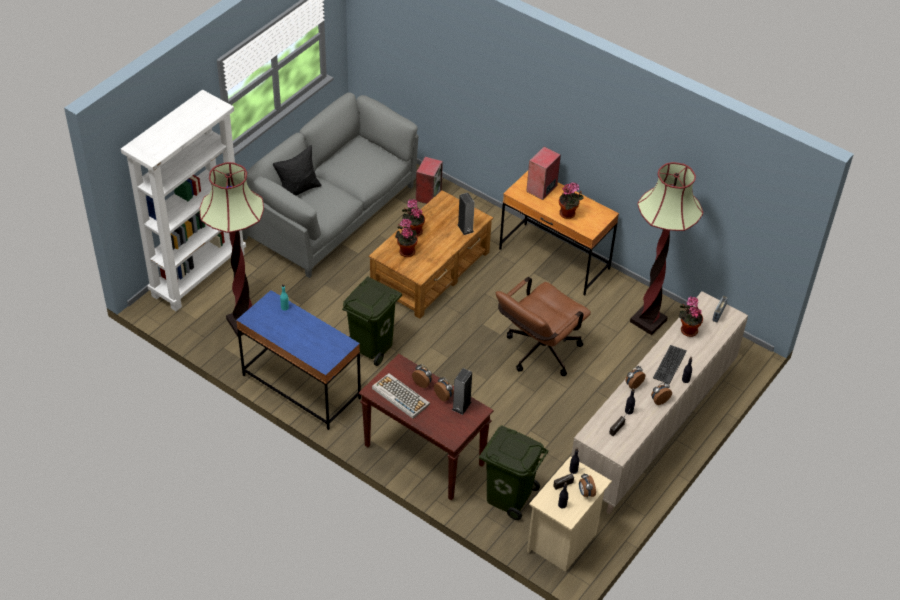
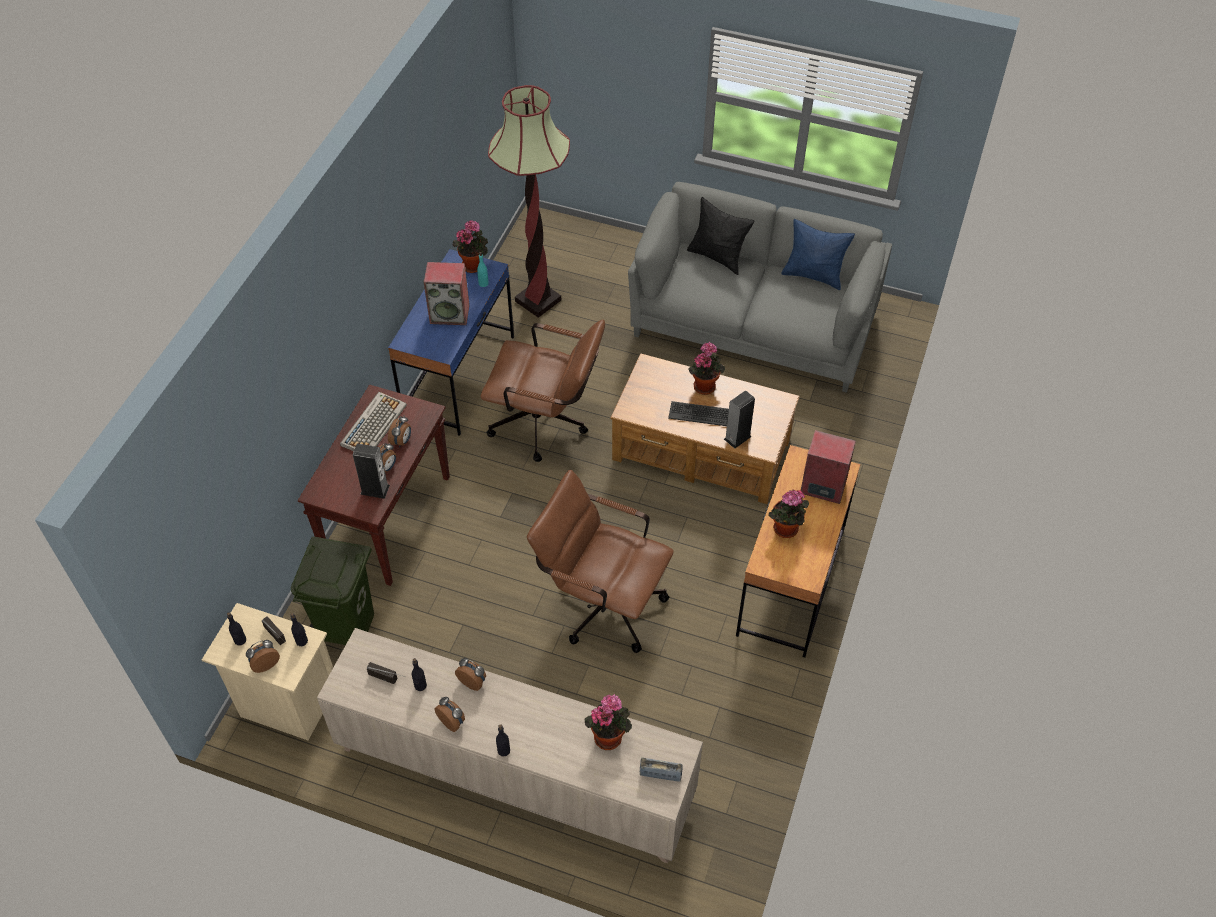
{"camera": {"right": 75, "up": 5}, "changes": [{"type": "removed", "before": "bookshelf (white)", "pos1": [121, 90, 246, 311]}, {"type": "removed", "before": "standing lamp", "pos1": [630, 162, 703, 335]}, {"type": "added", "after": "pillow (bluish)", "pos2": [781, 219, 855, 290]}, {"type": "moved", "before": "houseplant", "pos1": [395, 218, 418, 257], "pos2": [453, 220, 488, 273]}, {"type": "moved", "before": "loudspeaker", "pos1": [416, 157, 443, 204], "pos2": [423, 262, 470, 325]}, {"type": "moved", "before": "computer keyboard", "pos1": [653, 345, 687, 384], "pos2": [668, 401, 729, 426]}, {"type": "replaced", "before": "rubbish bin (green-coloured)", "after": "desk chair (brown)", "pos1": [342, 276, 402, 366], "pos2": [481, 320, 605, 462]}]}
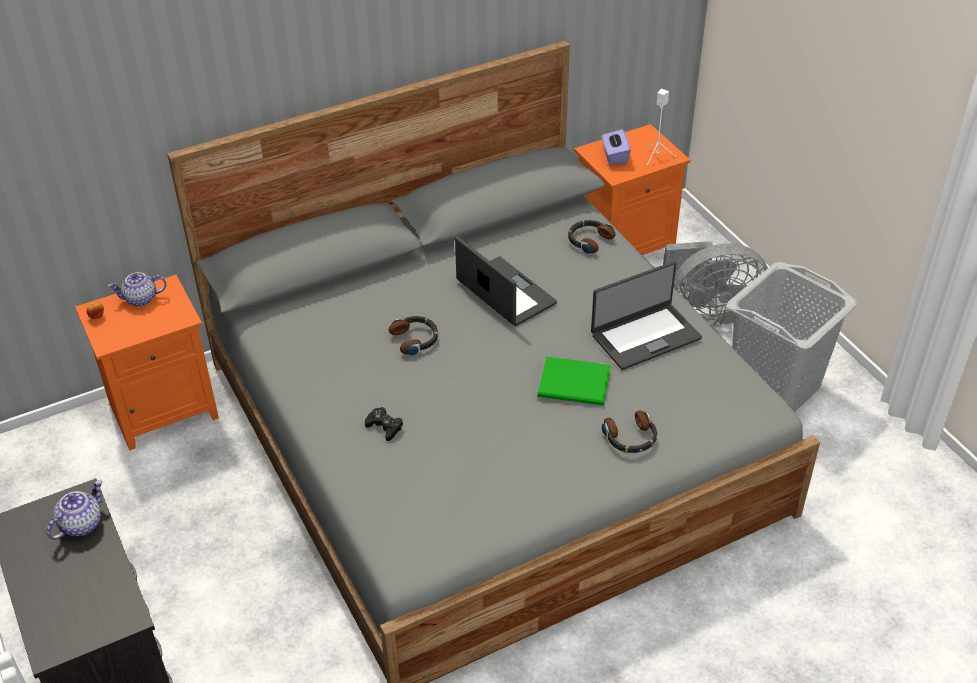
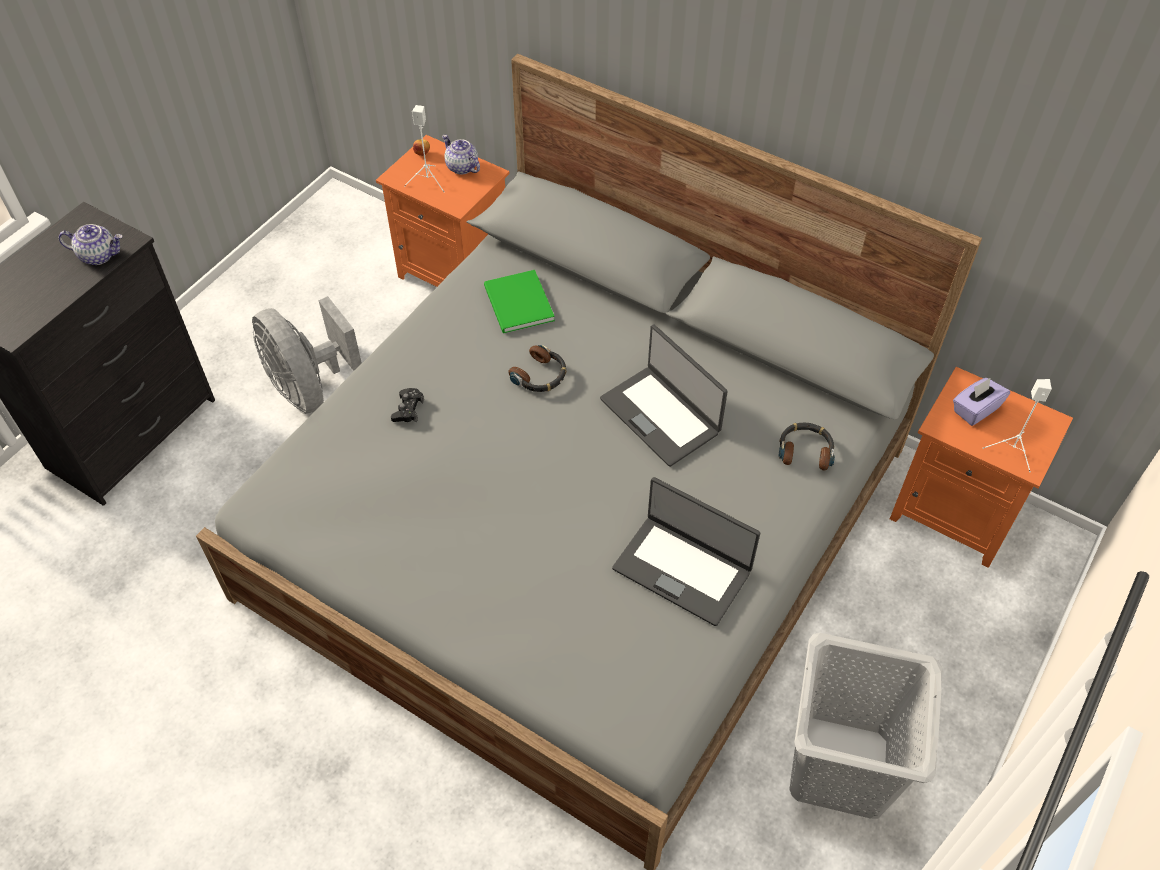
{"camera": {"right": 60, "up": 10}, "changes": [{"type": "removed", "before": "headphones", "pos1": [602, 411, 657, 453]}, {"type": "added", "after": "loudspeaker (white)", "pos2": [404, 105, 445, 192]}, {"type": "moved", "before": "volume (green-coloured)", "pos1": [538, 356, 611, 406], "pos2": [484, 270, 555, 333]}, {"type": "moved", "before": "fan (grey)", "pos1": [663, 241, 768, 326], "pos2": [252, 296, 362, 414]}, {"type": "turned", "before": "portable computer", "pos1": [455, 236, 557, 326], "pos2": [600, 325, 728, 467], "turn": 120}]}
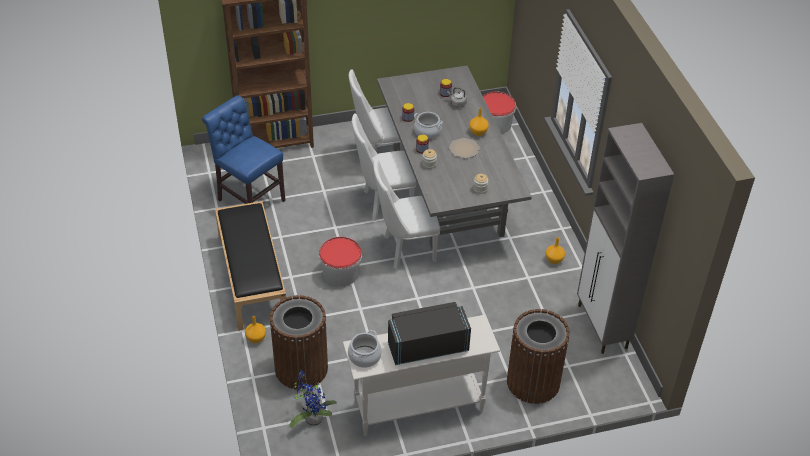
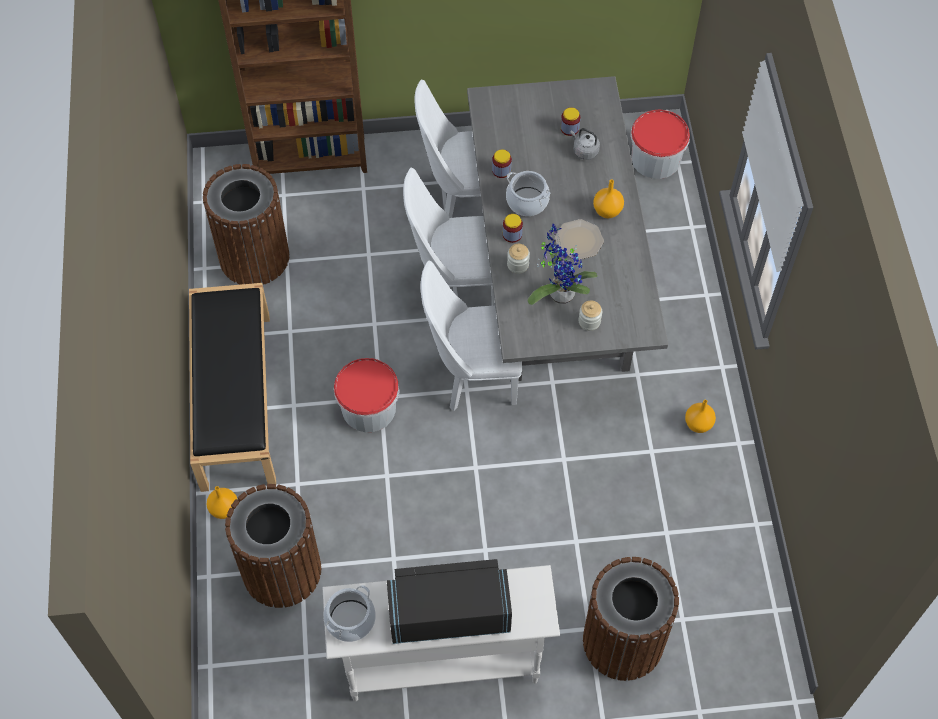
{"camera": {"right": 10, "up": 15}, "changes": [{"type": "removed", "before": "cupboard (grey)", "pos1": [577, 123, 674, 354]}, {"type": "moved", "before": "houseplant", "pos1": [289, 369, 337, 428], "pos2": [527, 224, 598, 305]}, {"type": "replaced", "before": "plain chair (bluish)", "after": "rubbish bin (brown)", "pos1": [202, 95, 286, 204], "pos2": [203, 164, 289, 285]}]}
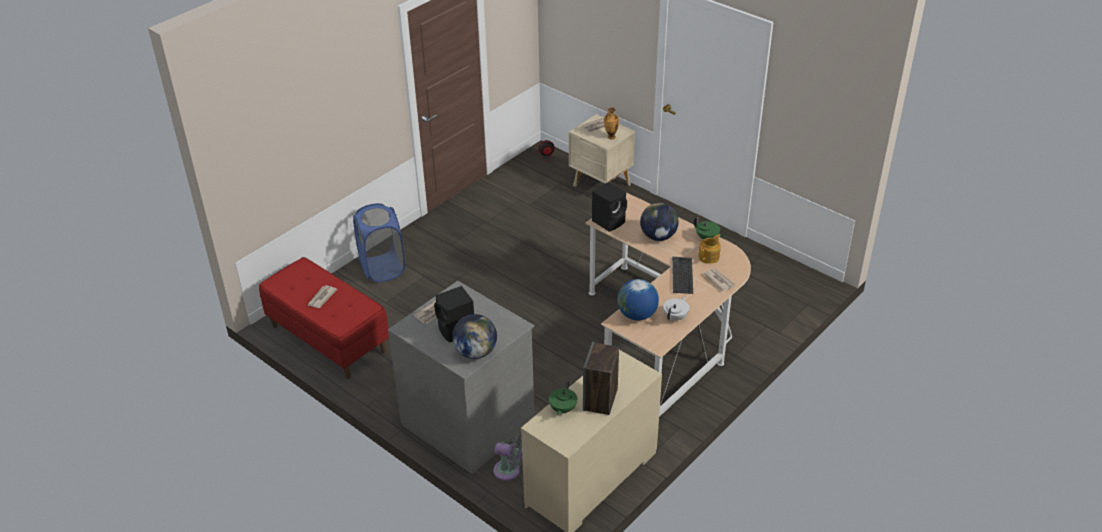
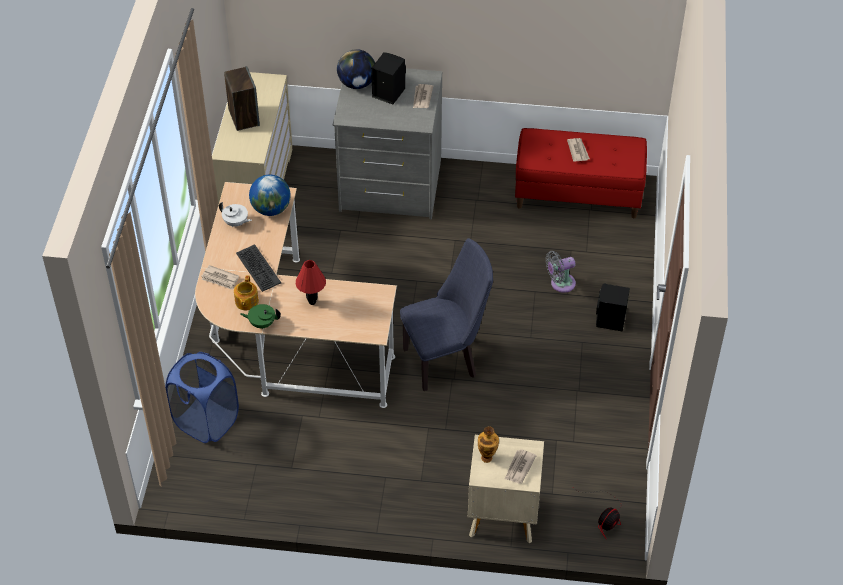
{"camera": {"right": 145, "up": 10}, "changes": [{"type": "removed", "before": "tea pot (green-coloured)", "pos1": [549, 380, 577, 415]}, {"type": "added", "after": "plain chair (bluish)", "pos2": [400, 238, 493, 391]}, {"type": "moved", "before": "hamper (bluish)", "pos1": [353, 203, 405, 282], "pos2": [165, 352, 239, 443]}, {"type": "moved", "before": "fan (grey)", "pos1": [494, 434, 522, 481], "pos2": [546, 251, 576, 293]}, {"type": "moved", "before": "loudspeaker (blackish)", "pos1": [592, 182, 627, 232], "pos2": [596, 283, 630, 332]}, {"type": "replaced", "before": "desk globe", "after": "tabletop lamp (red-coloured)", "pos1": [640, 203, 679, 241], "pos2": [296, 260, 326, 305]}, {"type": "turned", "before": "tea pot (white)", "pos1": [663, 296, 690, 321], "pos2": [219, 202, 252, 227], "turn": -60}]}
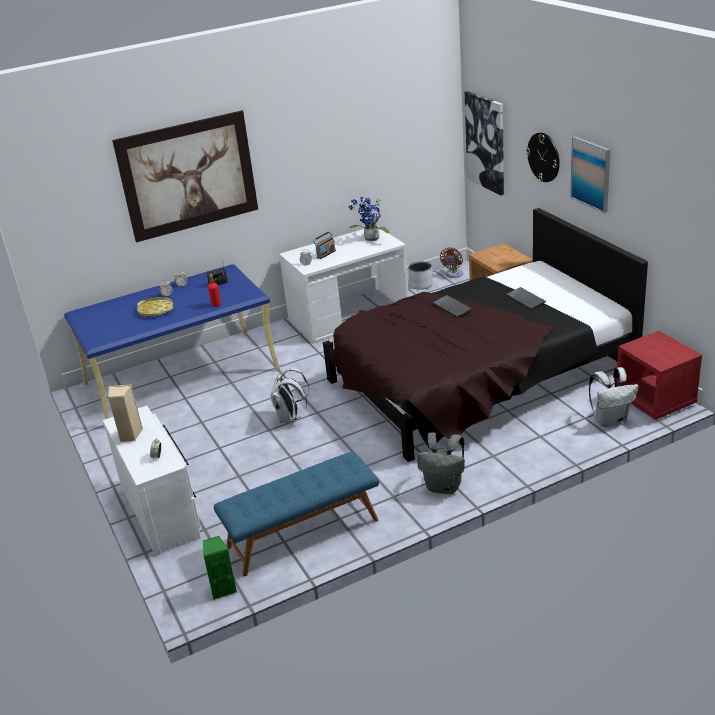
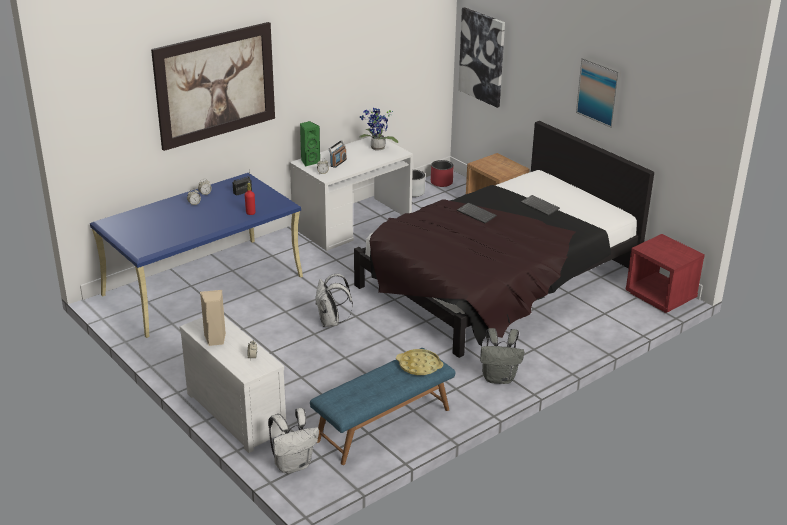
{"camera": {"right": -15, "up": 0}, "changes": [{"type": "removed", "before": "wall clock", "pos1": [526, 133, 559, 182]}, {"type": "moved", "before": "carrying tray (yellow)", "pos1": [137, 297, 173, 317], "pos2": [396, 349, 443, 375]}, {"type": "moved", "before": "loudspeaker (green-coloured)", "pos1": [203, 536, 237, 600], "pos2": [300, 121, 320, 166]}, {"type": "moved", "before": "knapsack (white)", "pos1": [589, 367, 639, 427], "pos2": [268, 408, 319, 474]}, {"type": "replaced", "before": "fan (brown)", "after": "plant pot (red-coloured)", "pos1": [440, 247, 463, 278], "pos2": [431, 160, 453, 187]}]}
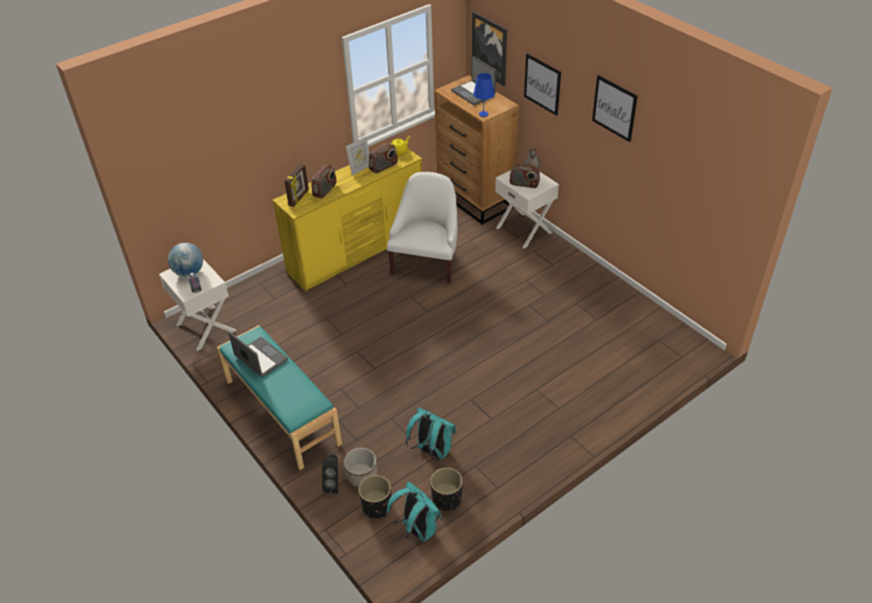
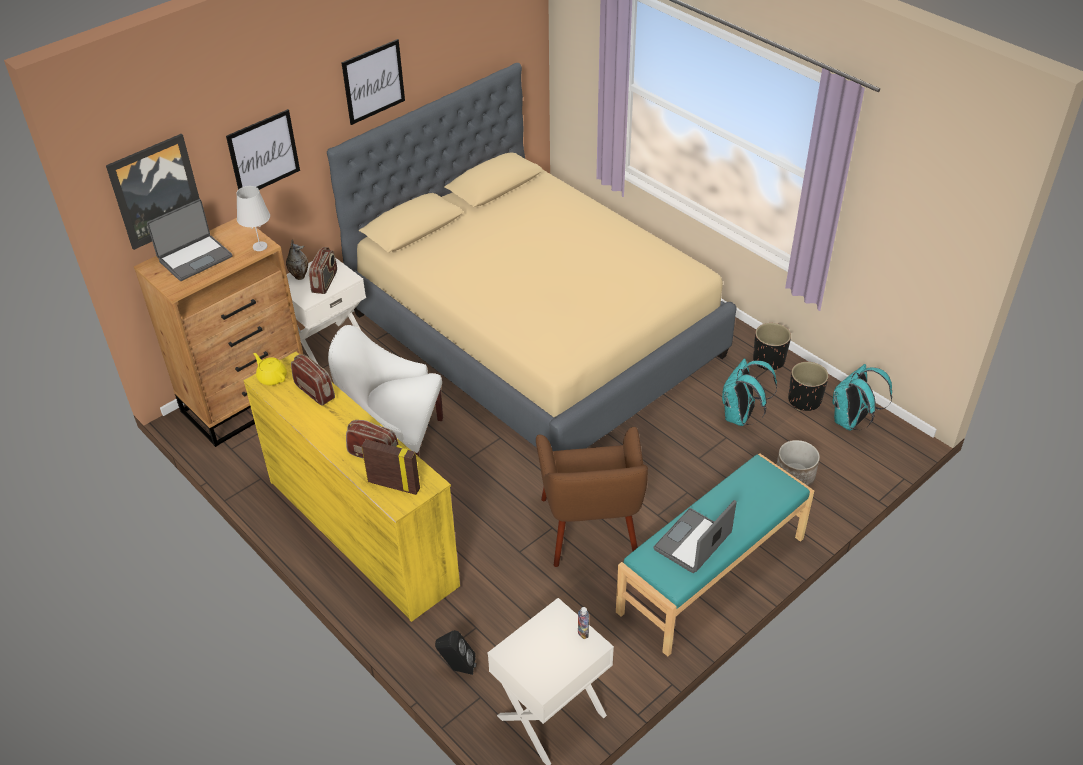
{"camera": {"right": -95, "up": 0}, "changes": [{"type": "removed", "before": "desk globe", "pos1": [168, 243, 203, 277]}, {"type": "removed", "before": "picture frame", "pos1": [346, 137, 370, 175]}, {"type": "added", "after": "sleeping bed (sand-coloured)", "pos2": [327, 63, 737, 451]}, {"type": "added", "after": "easy chair (brown)", "pos2": [536, 427, 648, 567]}, {"type": "moved", "before": "loudspeaker (blackish)", "pos1": [322, 455, 338, 494], "pos2": [435, 630, 476, 675]}, {"type": "moved", "before": "plant pot (blackish)", "pos1": [359, 475, 391, 519], "pos2": [753, 323, 791, 371]}, {"type": "recoloured", "before": "tabletop lamp (bluish)", "after": "tabletop lamp (white)", "pos1": [473, 73, 495, 117], "pos2": [236, 186, 270, 251]}]}
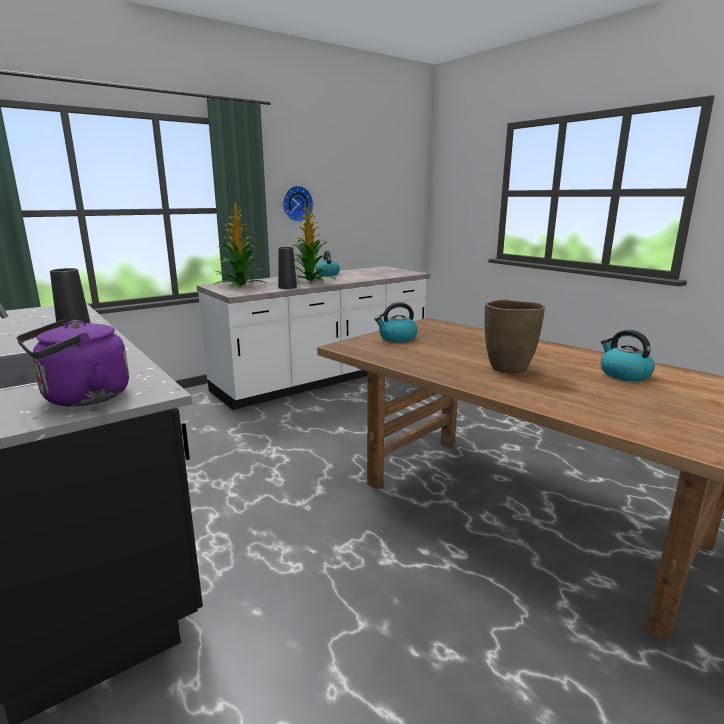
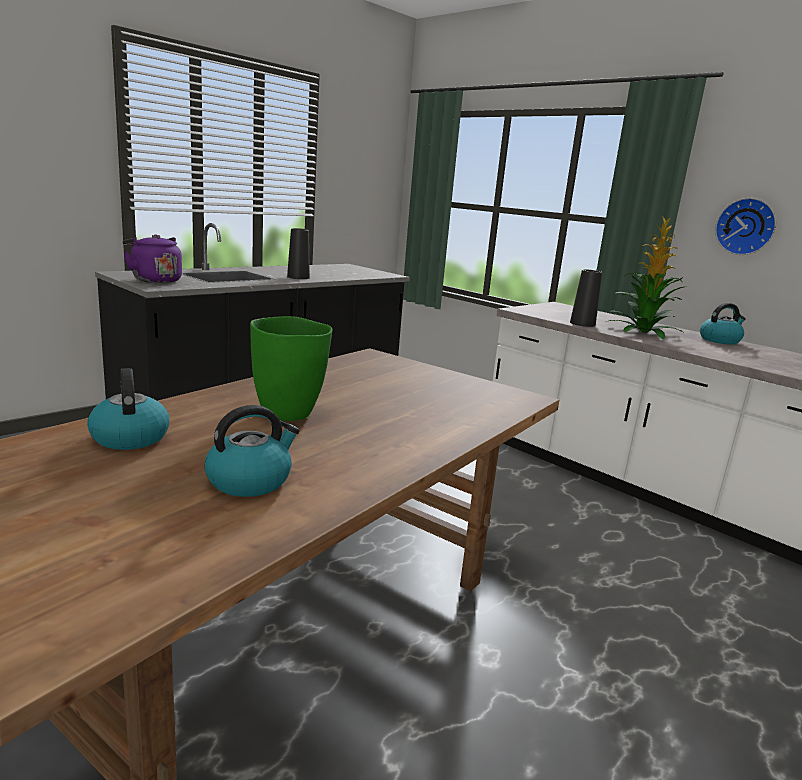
{"camera": {"right": 80, "up": 0}, "changes": [{"type": "removed", "before": "houseplant", "pos1": [213, 203, 267, 288]}, {"type": "moved", "before": "kettle", "pos1": [375, 302, 418, 342], "pos2": [87, 368, 170, 450]}, {"type": "recoloured", "before": "vase (brown)", "after": "vase (green-coloured)", "pos1": [485, 300, 545, 373], "pos2": [250, 316, 332, 421]}]}
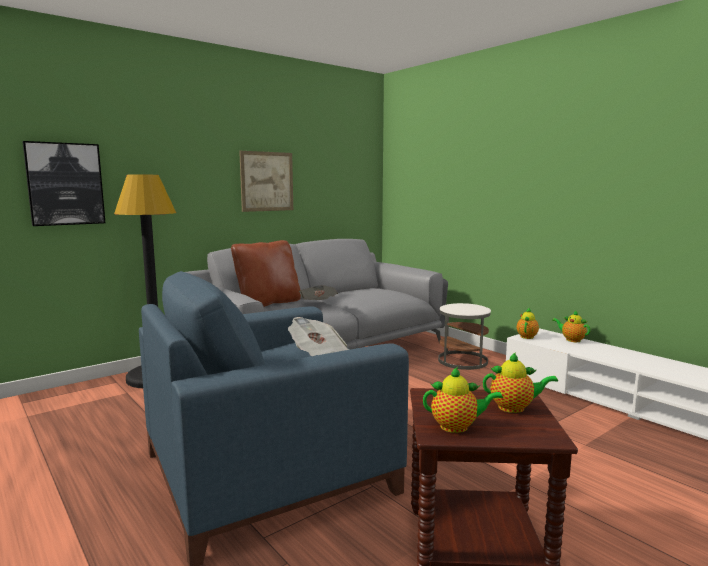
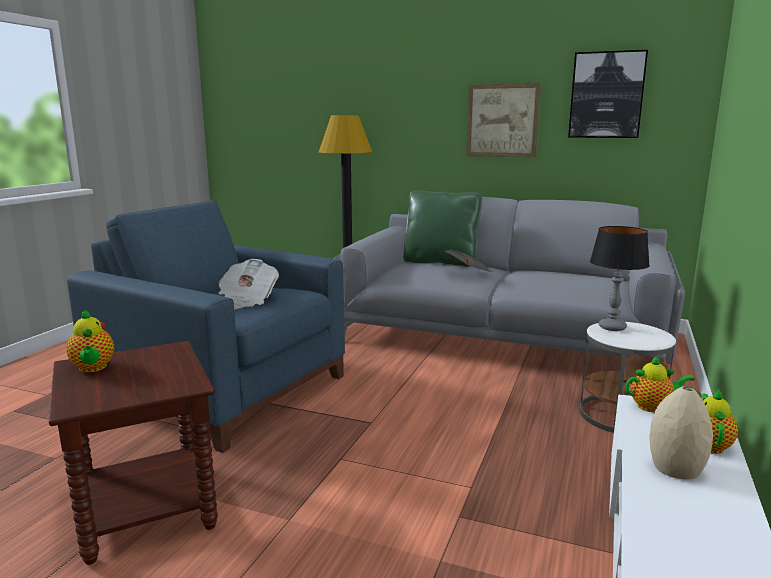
{"camera": {"right": 60, "up": 5}, "changes": [{"type": "removed", "before": "tea pot", "pos1": [483, 352, 558, 413]}, {"type": "added", "after": "tabletop lamp", "pos2": [590, 226, 650, 331]}, {"type": "added", "after": "vase (sand-coloured)", "pos2": [649, 386, 713, 479]}, {"type": "moved", "before": "wall art", "pos1": [22, 141, 105, 226], "pos2": [568, 50, 648, 138]}, {"type": "recoloured", "before": "pillow (brown)", "after": "pillow (green-coloured)", "pos1": [231, 240, 301, 307], "pos2": [404, 190, 482, 266]}]}
